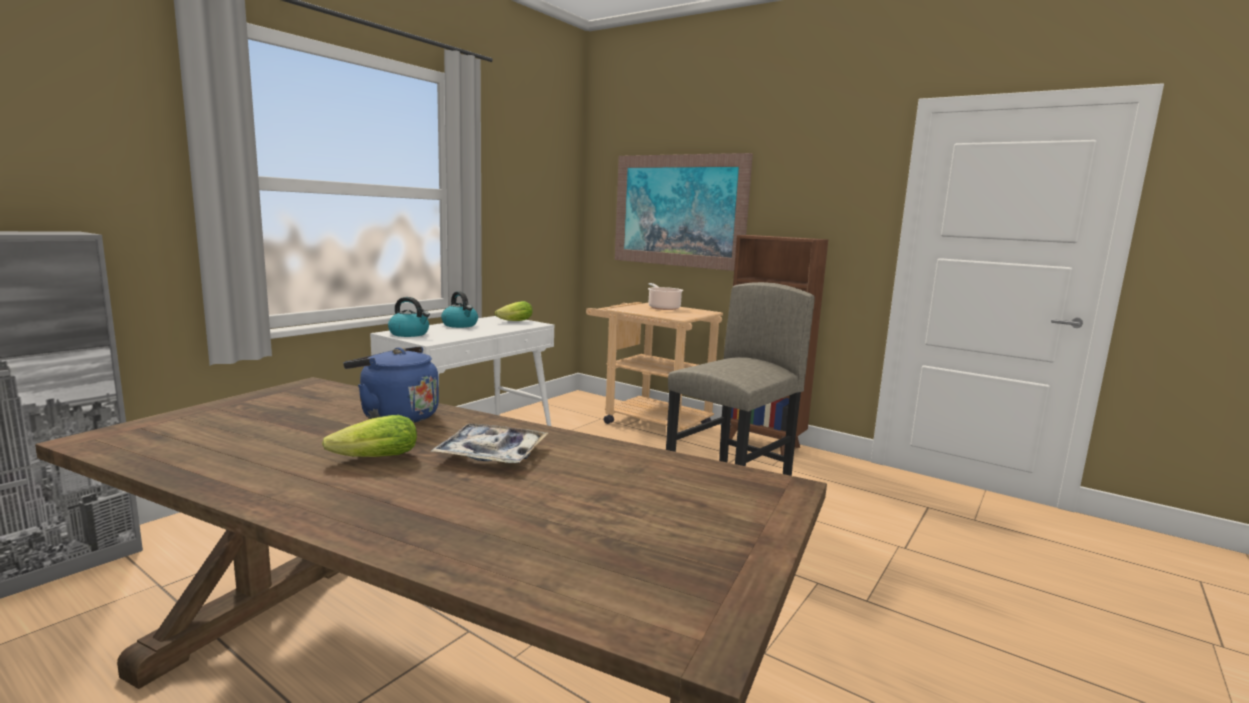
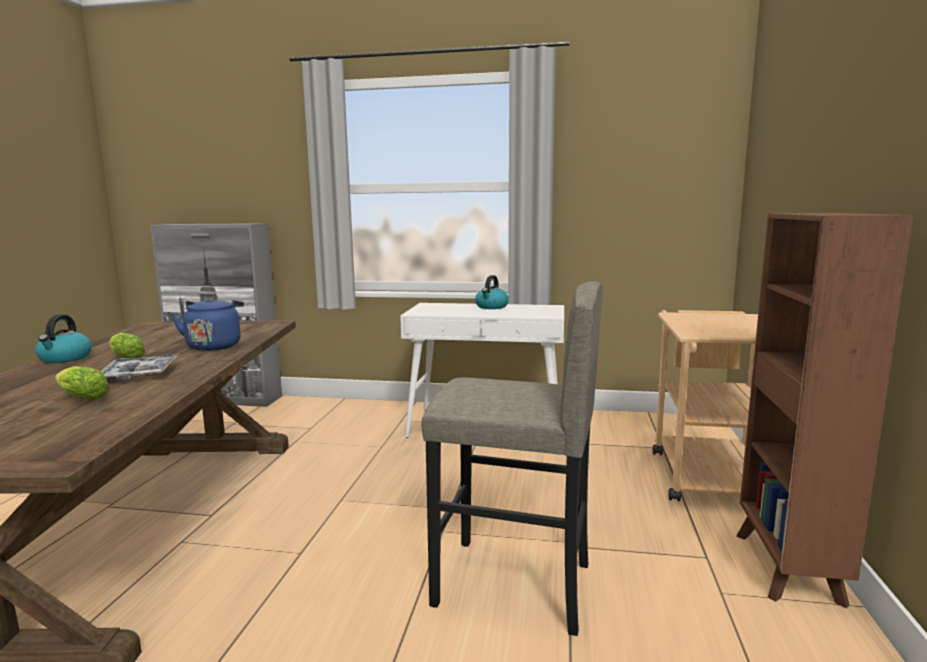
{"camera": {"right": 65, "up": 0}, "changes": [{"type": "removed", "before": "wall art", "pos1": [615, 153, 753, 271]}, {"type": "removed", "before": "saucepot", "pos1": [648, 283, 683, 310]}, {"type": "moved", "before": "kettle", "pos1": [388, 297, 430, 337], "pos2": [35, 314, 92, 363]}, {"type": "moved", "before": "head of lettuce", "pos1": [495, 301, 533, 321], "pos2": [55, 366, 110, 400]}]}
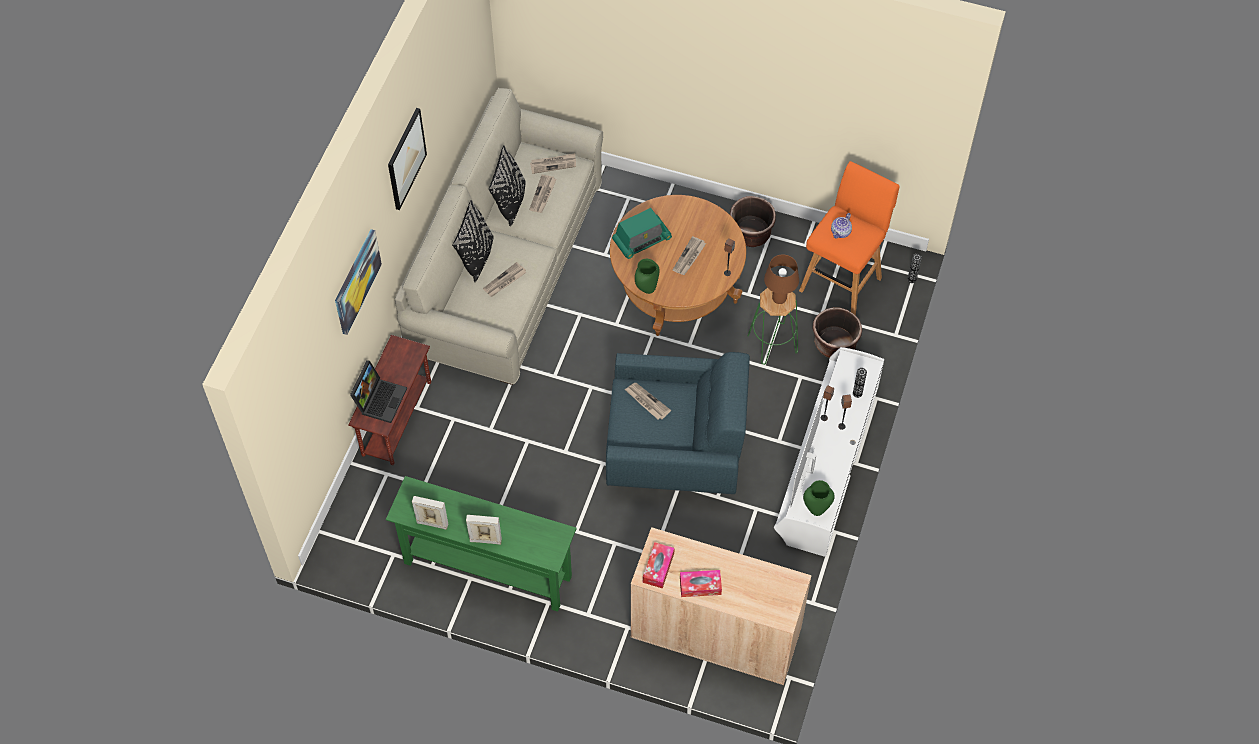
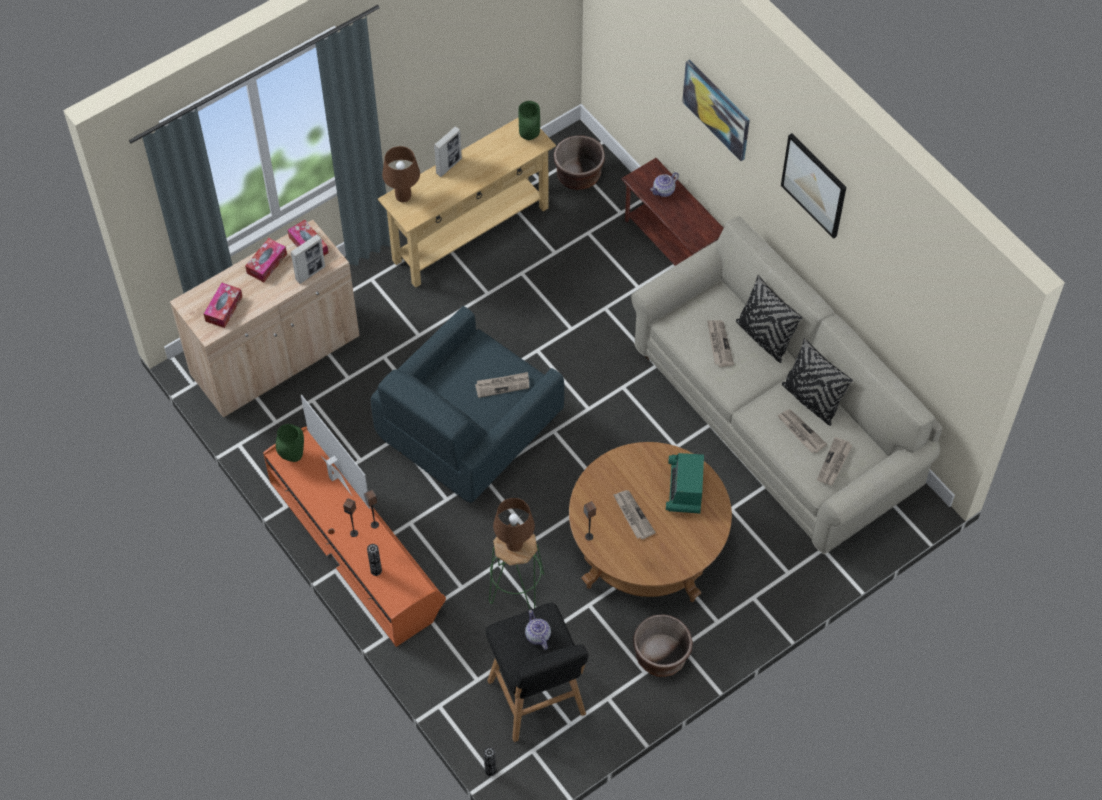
{"camera": {"right": 125, "up": 0}, "changes": [{"type": "added", "after": "tissue box", "pos2": [204, 283, 242, 328]}, {"type": "added", "after": "tabletop lamp (brown)", "pos2": [382, 146, 420, 202]}, {"type": "moved", "before": "picture frame", "pos1": [412, 496, 448, 530], "pos2": [291, 234, 325, 284]}, {"type": "moved", "before": "vase (green-coloured)", "pos1": [635, 259, 659, 294], "pos2": [519, 101, 540, 140]}, {"type": "moved", "before": "plant pot (brown)", "pos1": [812, 307, 862, 358], "pos2": [553, 135, 605, 190]}, {"type": "replaced", "before": "portable computer", "after": "tea pot", "pos1": [350, 360, 407, 423], "pos2": [650, 172, 679, 197]}, {"type": "recoloured", "before": "narrow table (green-coloured)", "after": "narrow table (sand-coloured)", "pos1": [386, 476, 577, 612], "pos2": [378, 117, 556, 288]}, {"type": "recoloured", "before": "media console (white)", "after": "media console (orange-coloured)", "pos1": [774, 347, 884, 557], "pos2": [263, 427, 446, 647]}, {"type": "recoloured", "before": "sitting stool (orange-coloured)", "after": "sitting stool (blackish)", "pos1": [799, 161, 900, 316], "pos2": [486, 603, 588, 742]}]}
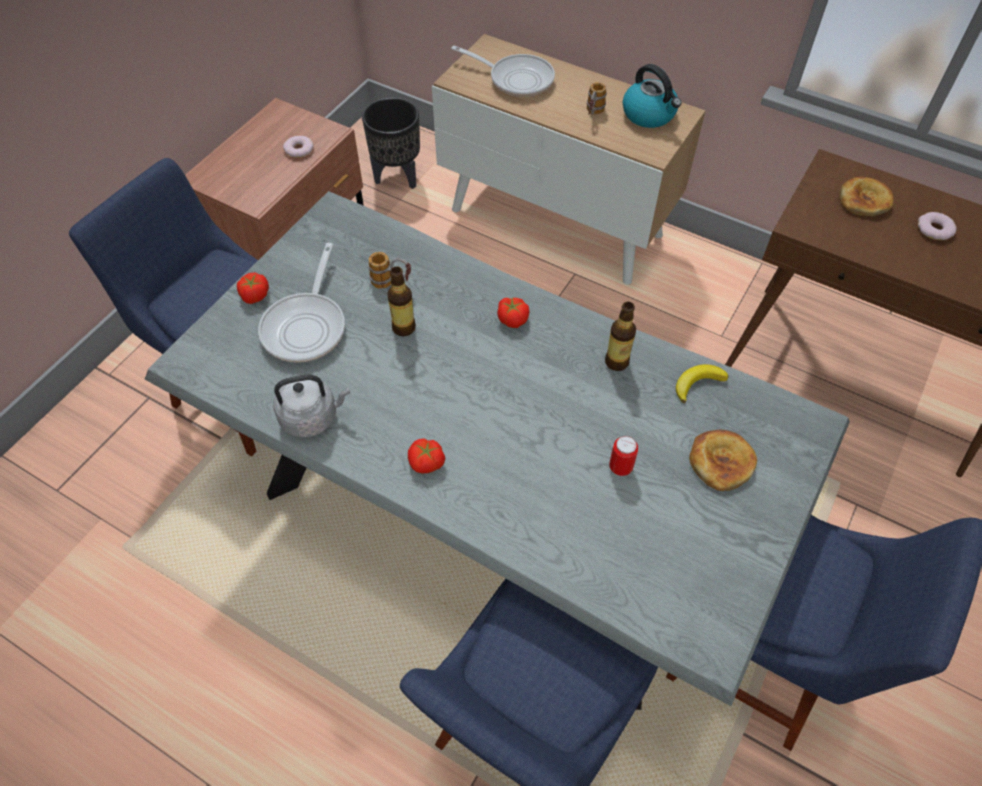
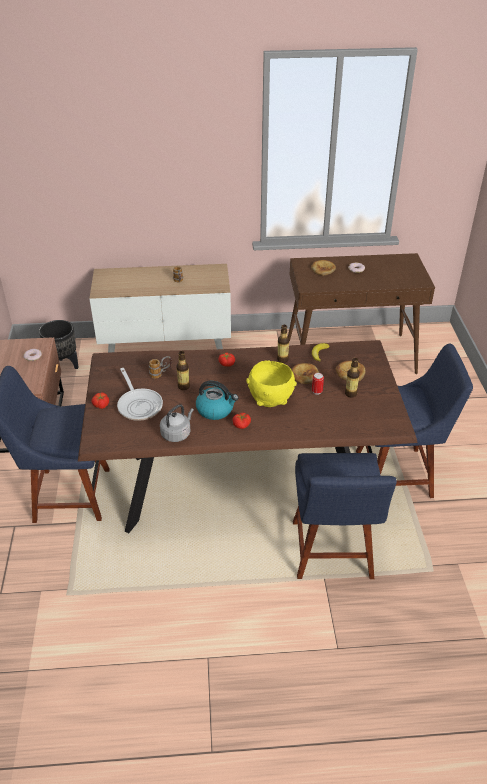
{"camera": {"right": -35, "up": -15}, "changes": [{"type": "removed", "before": "frying pan", "pos1": [451, 46, 555, 97]}, {"type": "added", "after": "serving bowl (yellow)", "pos2": [246, 360, 297, 407]}, {"type": "added", "after": "bread", "pos2": [291, 363, 319, 384]}, {"type": "added", "after": "drink bottle", "pos2": [345, 358, 360, 397]}, {"type": "moved", "before": "kettle", "pos1": [623, 64, 682, 128], "pos2": [196, 381, 238, 420]}, {"type": "recoloured", "before": "kitchen table (grey)", "after": "kitchen table (brown)", "pos1": [145, 191, 850, 710], "pos2": [78, 340, 418, 533]}]}
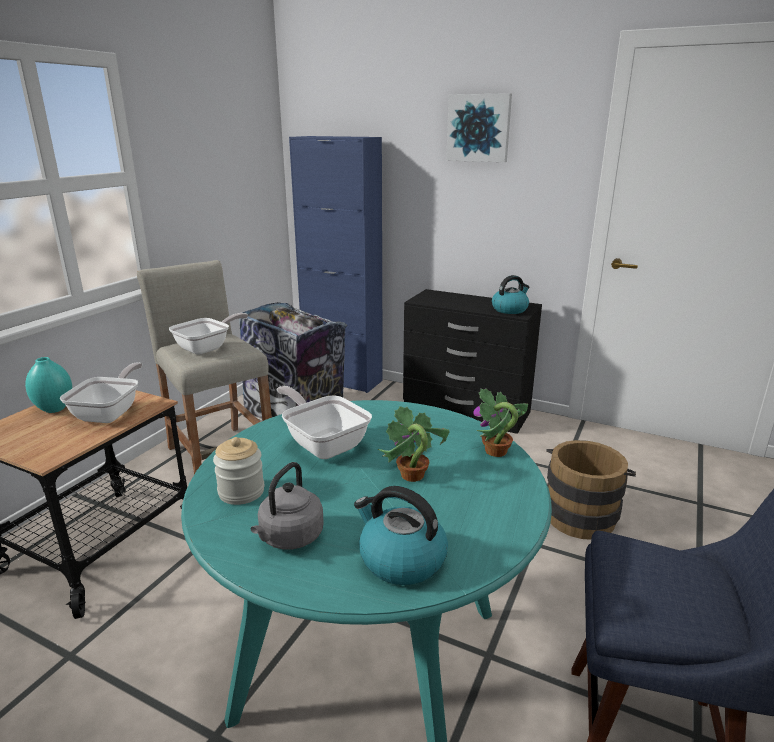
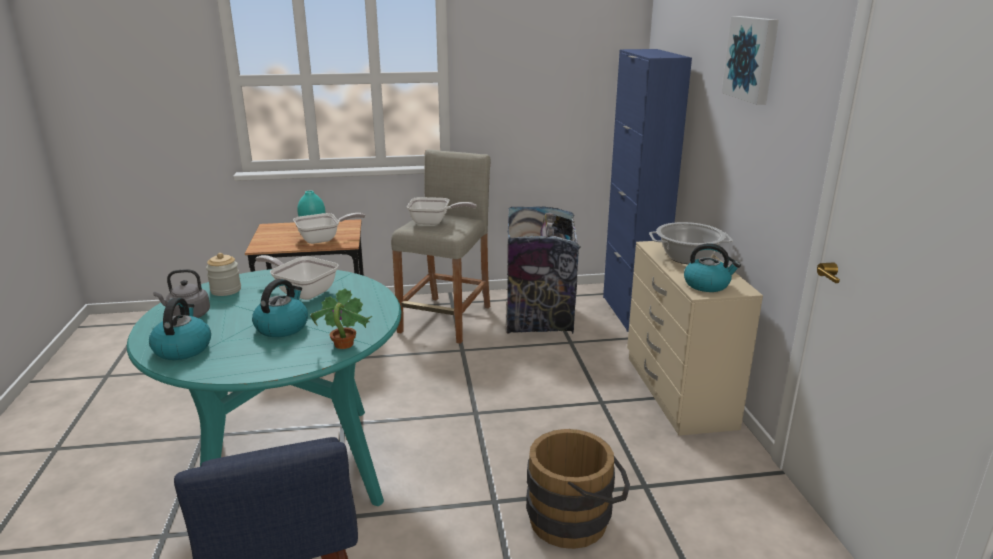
{"camera": {"right": 55, "up": 0}, "changes": [{"type": "added", "after": "saucepot", "pos2": [649, 222, 733, 264]}, {"type": "replaced", "before": "houseplant", "after": "kettle", "pos1": [378, 406, 449, 482], "pos2": [252, 279, 308, 337]}, {"type": "recoloured", "before": "dresser (blackish)", "after": "dresser (sand-coloured)", "pos1": [403, 289, 542, 434], "pos2": [627, 240, 763, 436]}, {"type": "turned", "before": "frying pan", "pos1": [277, 386, 372, 459], "pos2": [255, 255, 339, 300], "turn": -75}]}
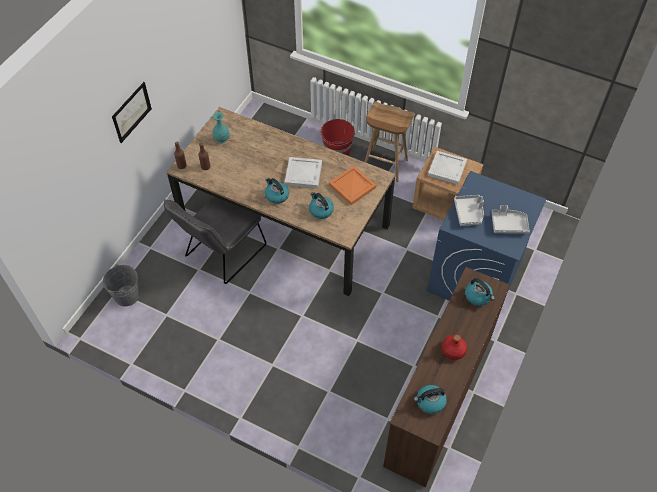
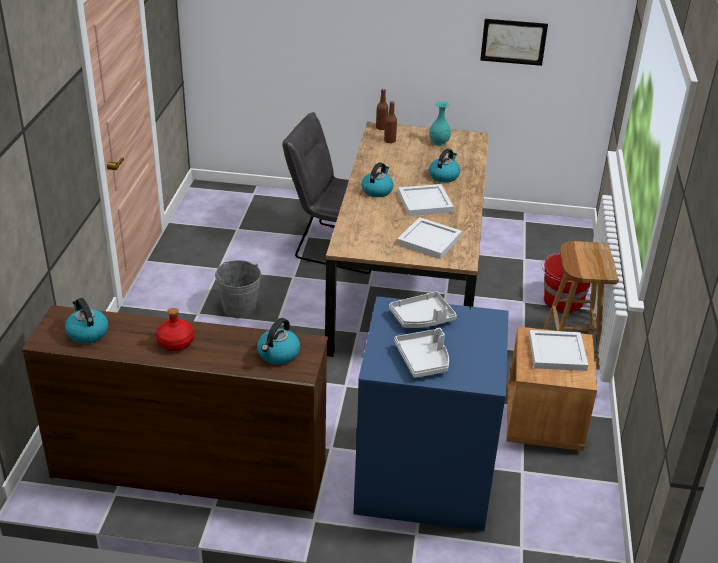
{"camera": {"right": 70, "up": -20}, "changes": [{"type": "moved", "before": "water bucket (grey)", "pos1": [102, 264, 139, 306], "pos2": [215, 260, 261, 318]}, {"type": "moved", "before": "wall art", "pos1": [112, 82, 152, 143], "pos2": [480, 19, 548, 66]}, {"type": "moved", "before": "kettle", "pos1": [309, 192, 334, 219], "pos2": [429, 148, 460, 183]}, {"type": "recoloured", "before": "carrying tray (orange-coloured)", "after": "carrying tray (white)", "pos1": [329, 166, 376, 205], "pos2": [397, 217, 462, 259]}]}
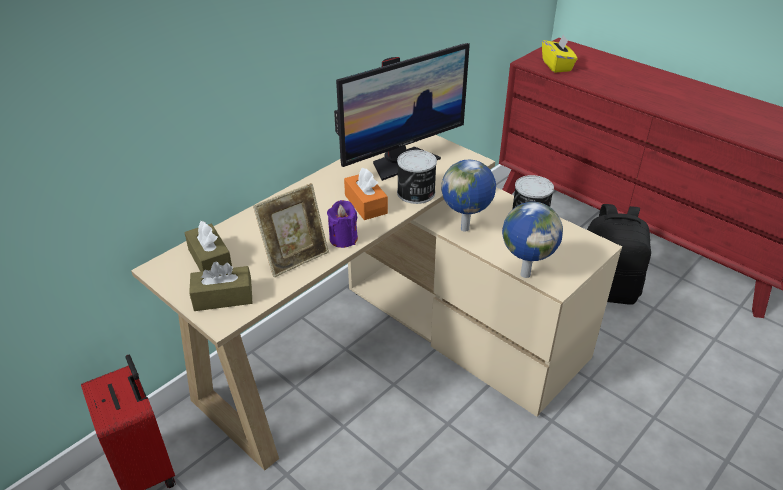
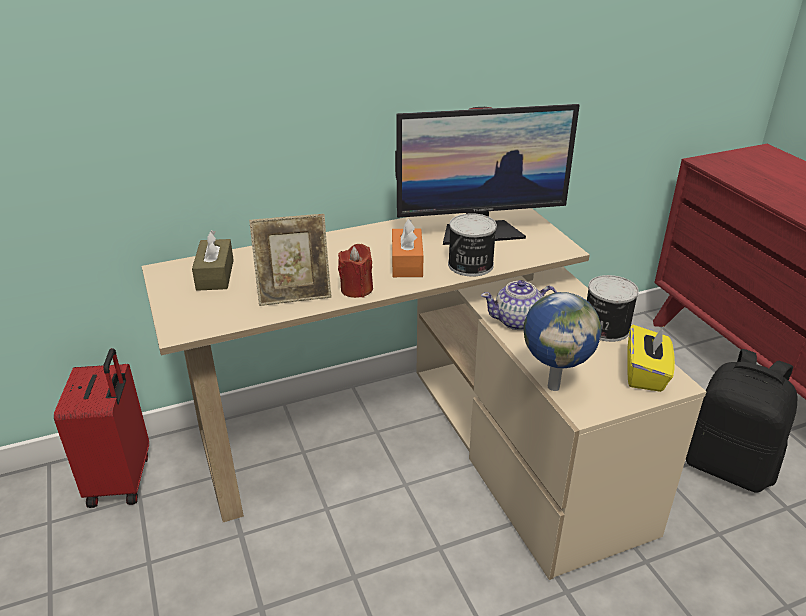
{"camera": {"right": 25, "up": -5}, "changes": [{"type": "removed", "before": "tissue box (brown)", "pos1": [189, 262, 253, 311]}, {"type": "moved", "before": "tissue box (yellow)", "pos1": [542, 35, 578, 73], "pos2": [627, 325, 675, 392]}, {"type": "replaced", "before": "desk globe", "after": "tea pot", "pos1": [441, 160, 496, 231], "pos2": [481, 280, 557, 330]}, {"type": "recoloured", "before": "candle (purple)", "after": "candle (red-coloured)", "pos1": [327, 200, 358, 248], "pos2": [338, 244, 373, 298]}]}
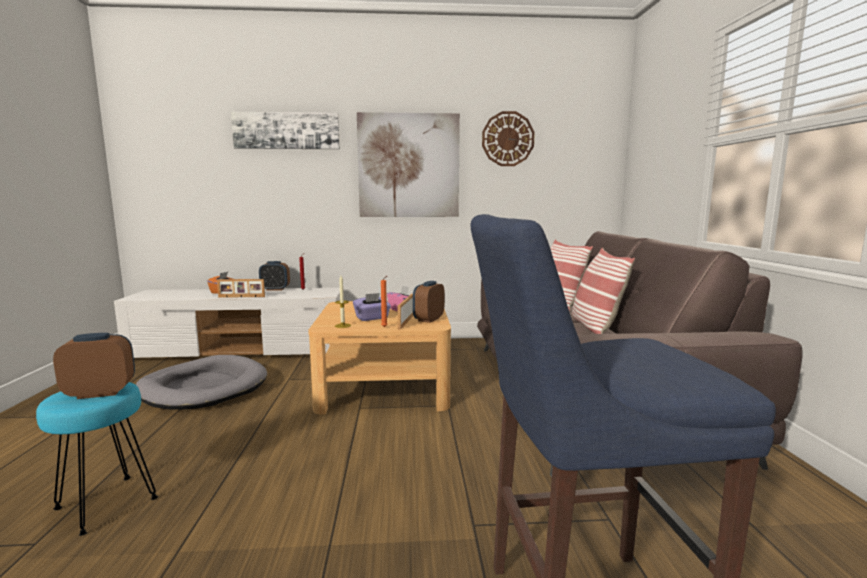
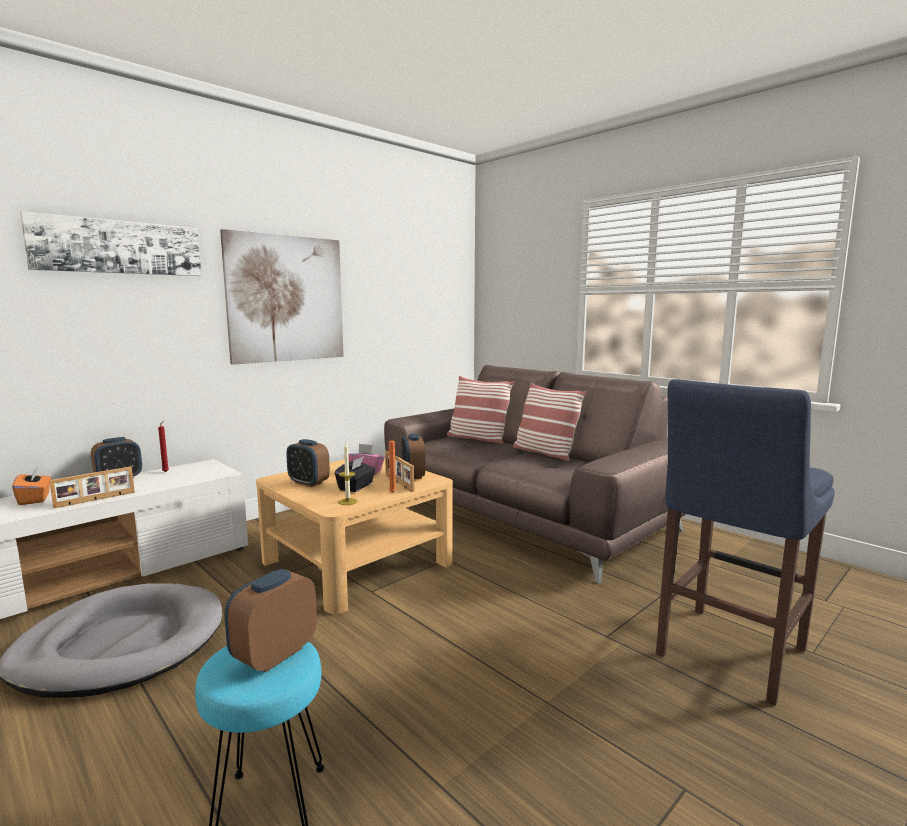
{"camera": {"right": -40, "up": 0}, "changes": [{"type": "removed", "before": "wall clock", "pos1": [482, 111, 535, 166]}, {"type": "added", "after": "bedside clock", "pos2": [286, 439, 330, 487]}, {"type": "recoloured", "before": "tissue box (purple)", "after": "tissue box (blackish)", "pos1": [353, 293, 391, 321], "pos2": [335, 456, 376, 492]}]}
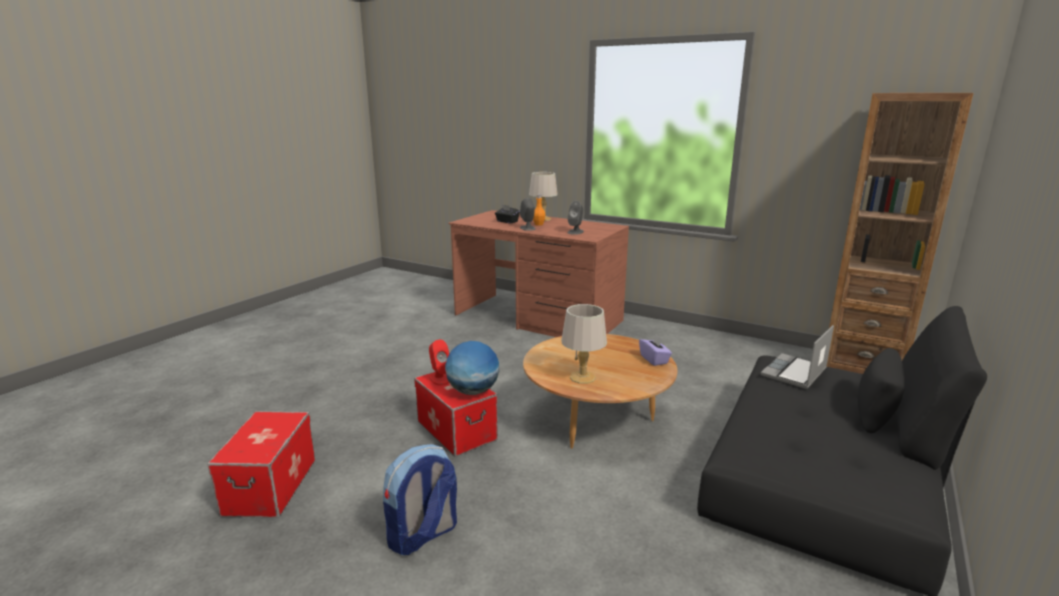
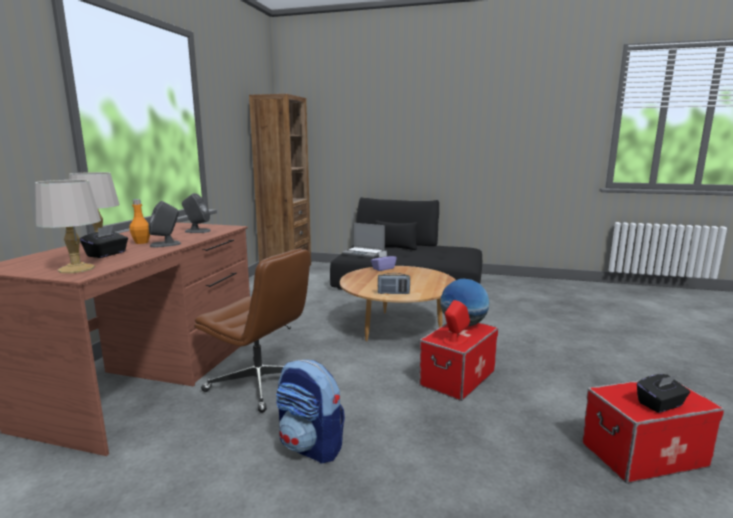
{"camera": {"right": -105, "up": -5}, "changes": [{"type": "added", "after": "desk chair (brown)", "pos2": [194, 248, 310, 413]}, {"type": "added", "after": "radio", "pos2": [378, 273, 410, 294]}, {"type": "added", "after": "tissue box (blackish)", "pos2": [637, 374, 690, 413]}, {"type": "moved", "before": "knapsack", "pos1": [383, 444, 457, 556], "pos2": [276, 360, 345, 464]}, {"type": "moved", "before": "tabletop lamp (grey)", "pos1": [561, 304, 607, 384], "pos2": [35, 180, 101, 273]}]}
